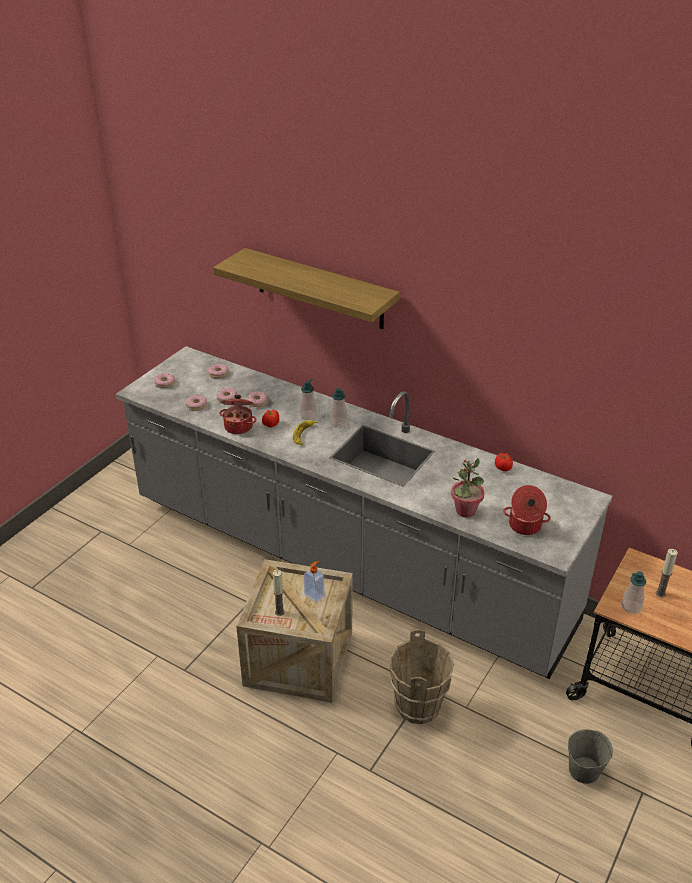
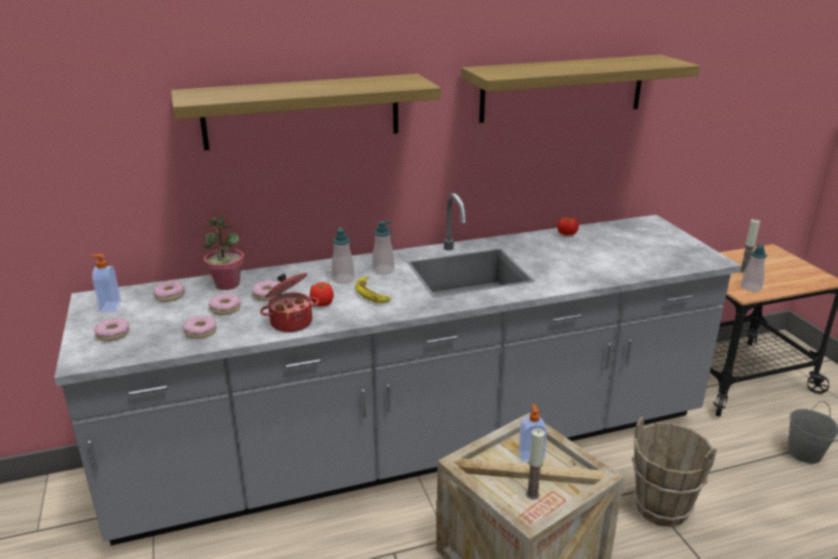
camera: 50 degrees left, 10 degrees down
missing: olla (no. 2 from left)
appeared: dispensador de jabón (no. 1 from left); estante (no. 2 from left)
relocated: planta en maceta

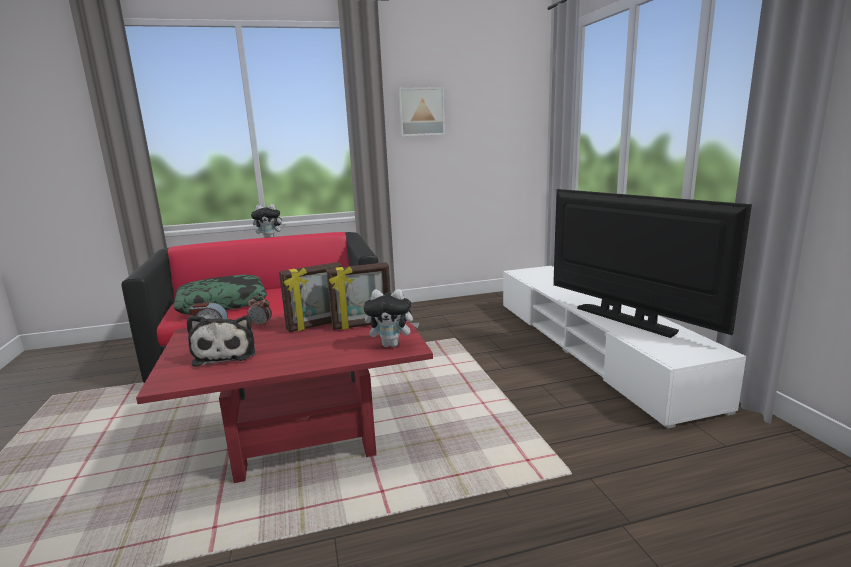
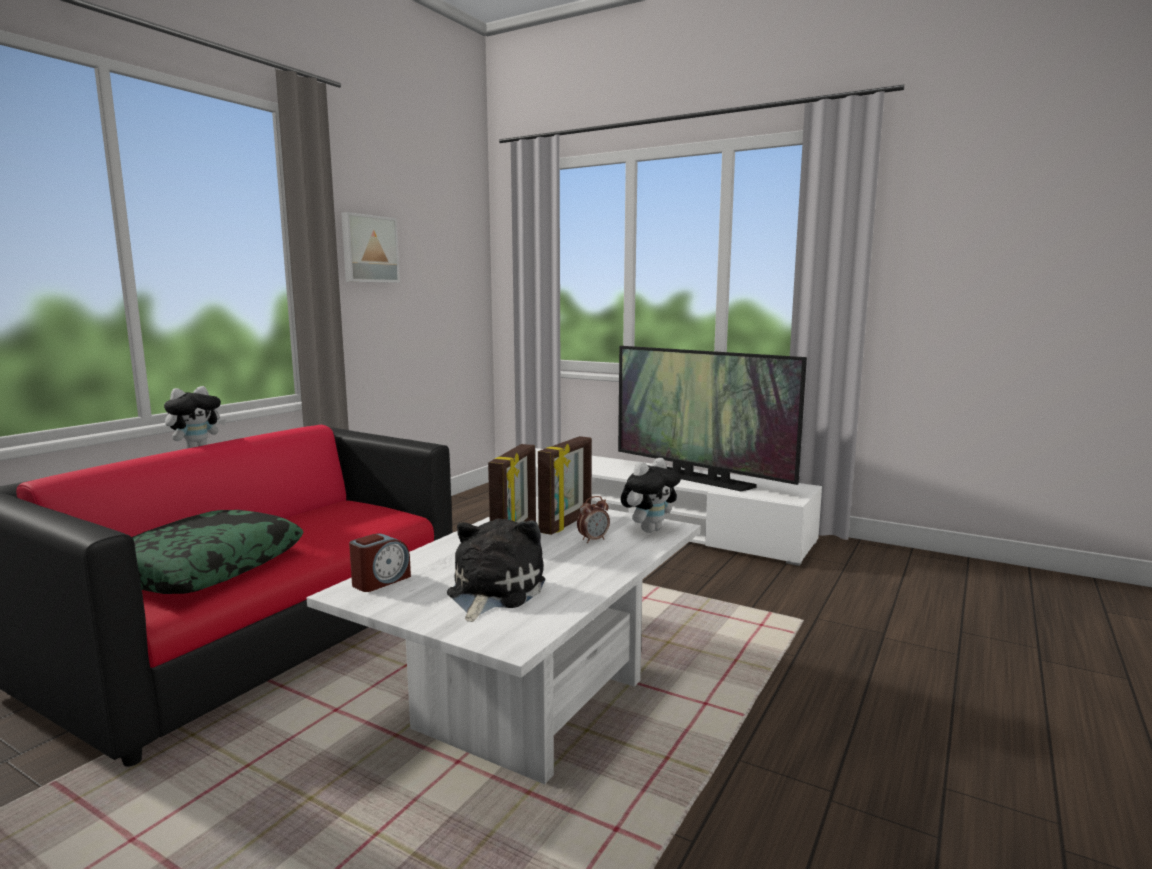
camera: 45 degrees left, 5 degrees down
relocated: despertador (no. 2 from left)
colour: mesa de centro [rojo] to mesa de centro [blanco]
spun: peluche (no. 1 from left in the first image) 105 degrees counterclockwise; televisor 150 degrees counterclockwise

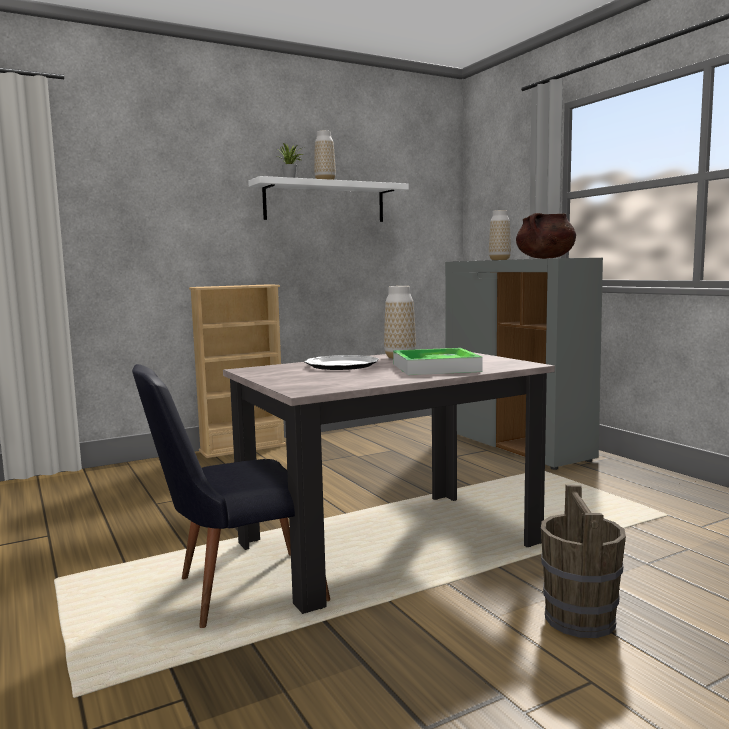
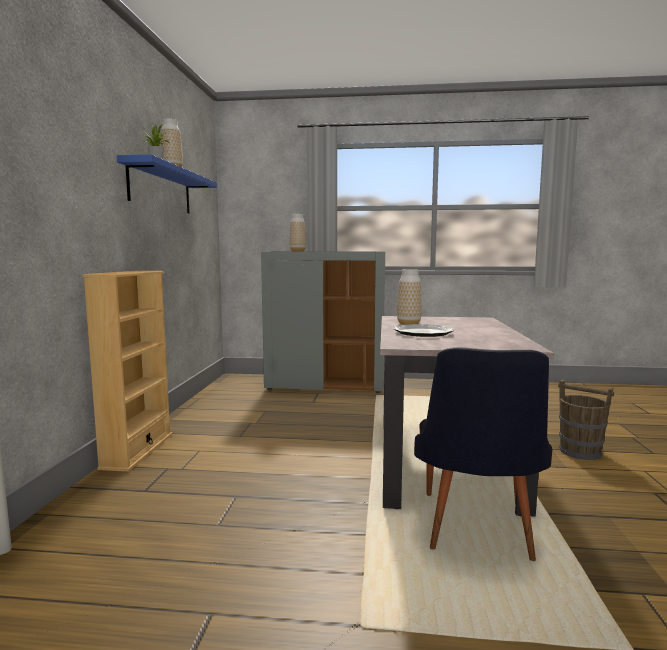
camera: 55 degrees left, 0 degrees up
missing: bandeja; olla [marrón]
colour: estante [blanco] to estante [azul]

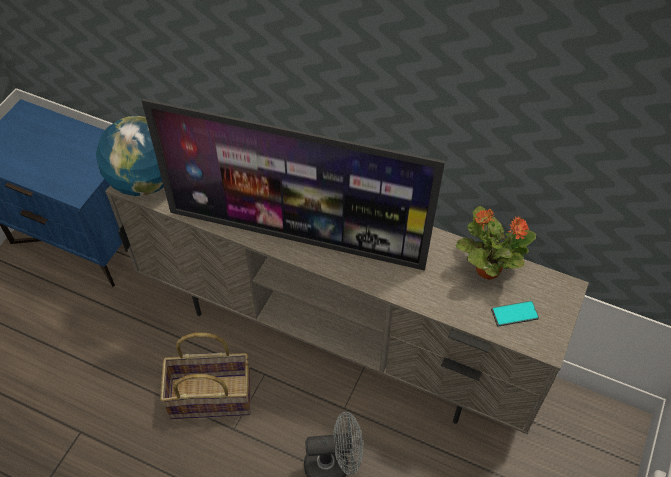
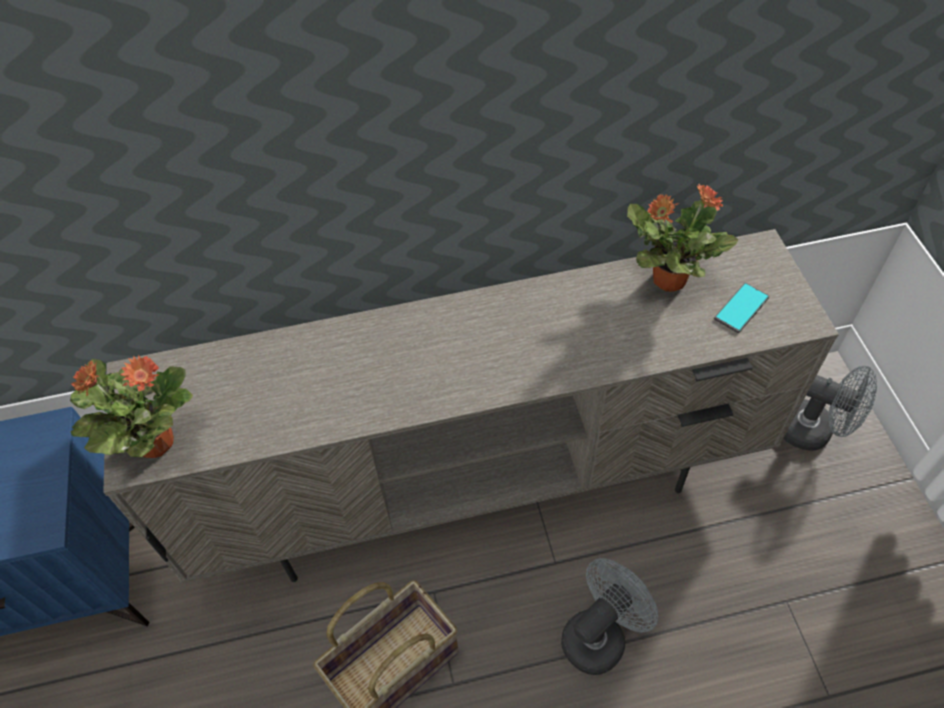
camera: 35 degrees left, 0 degrees up
missing: televisor
appeared: ventilador [gris] (no. 2 from left)
exchanged: globo terráqueo to planta en maceta (no. 1 from left)

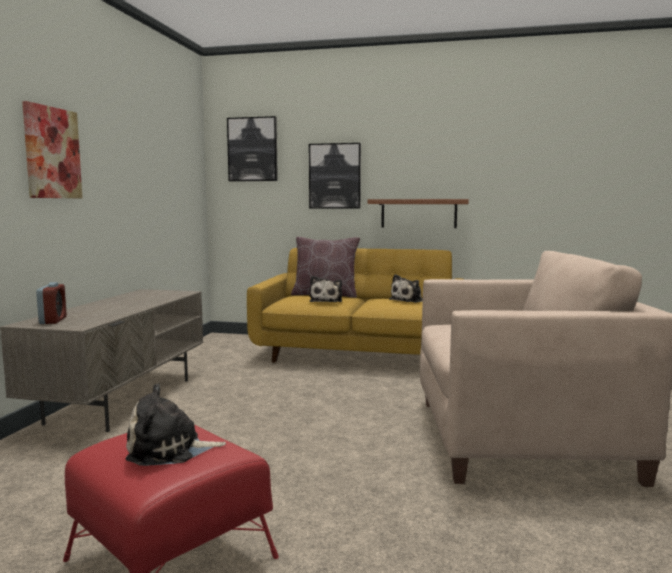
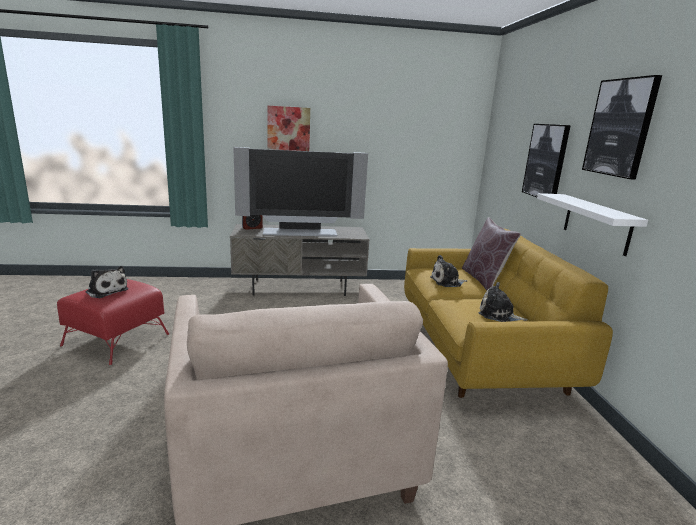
camera: 70 degrees right, 10 degrees up
appeared: televisor
relocated: cuadro (no. 2 from left in the first image) to cuadro (no. 3 from left)
colour: estante [marrón] to estante [blanco]
spun: peluche (no. 1 from left) 150 degrees clockwise

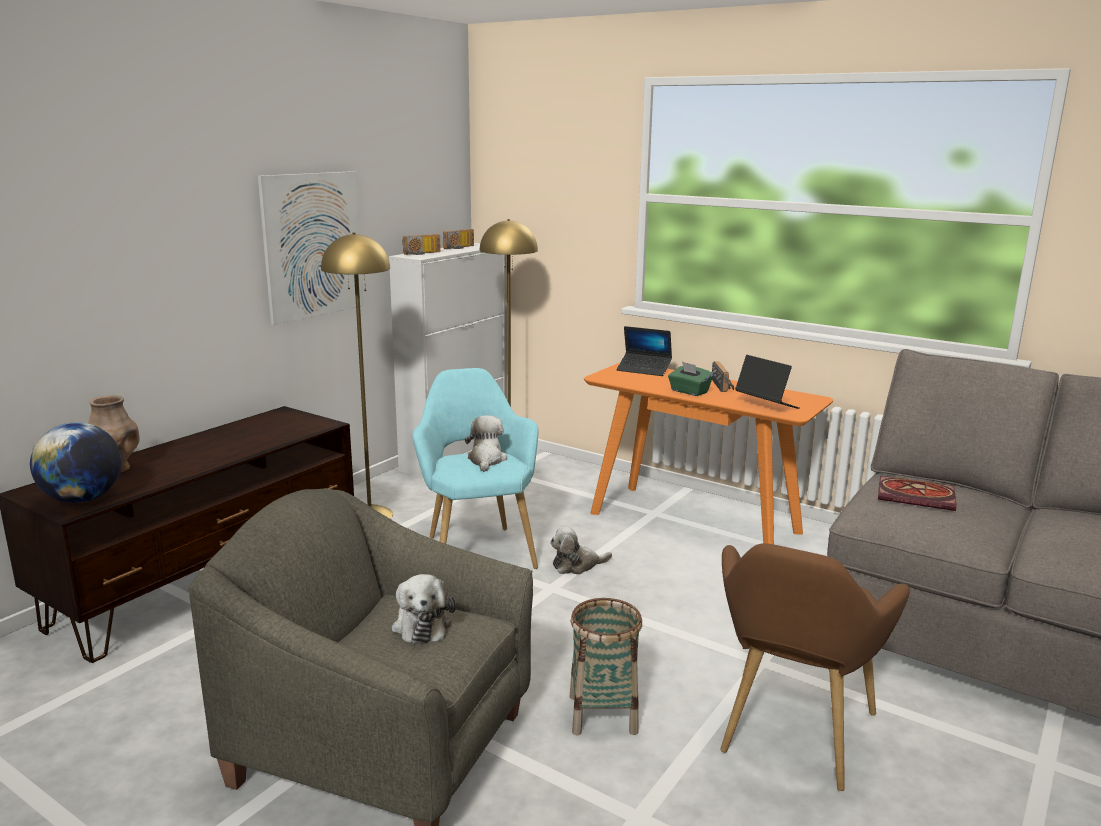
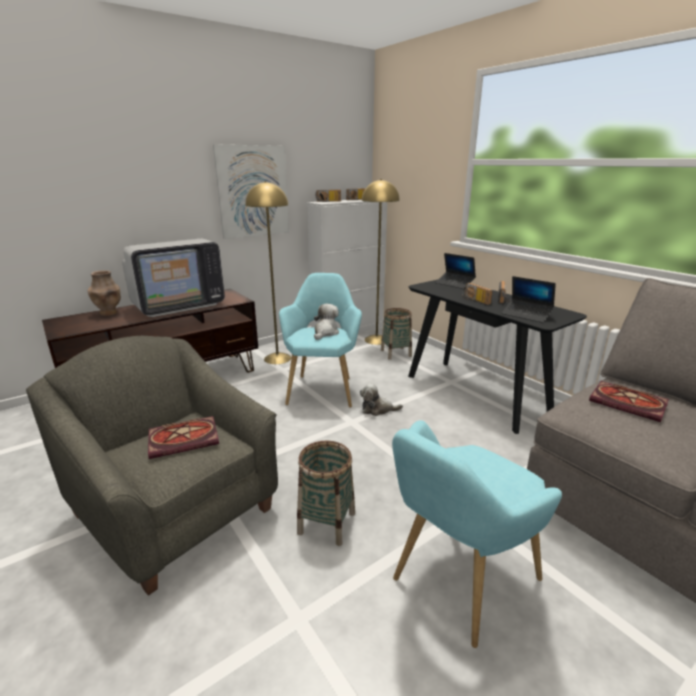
camera: 20 degrees right, 5 degrees up
missing: globo terráqueo
appeared: televisor; cesta (no. 2 from left)
exchanged: peluche (no. 1 from left) to libro (no. 1 from left); caja de pañuelos [verde] to radio (no. 3 from left)
colour: sillón [marrón] to sillón [turquesa] (no. 2 from left); mesa consola [naranja] to mesa consola [negro]
spun: portátil (no. 2 from left) 150 degrees clockwise

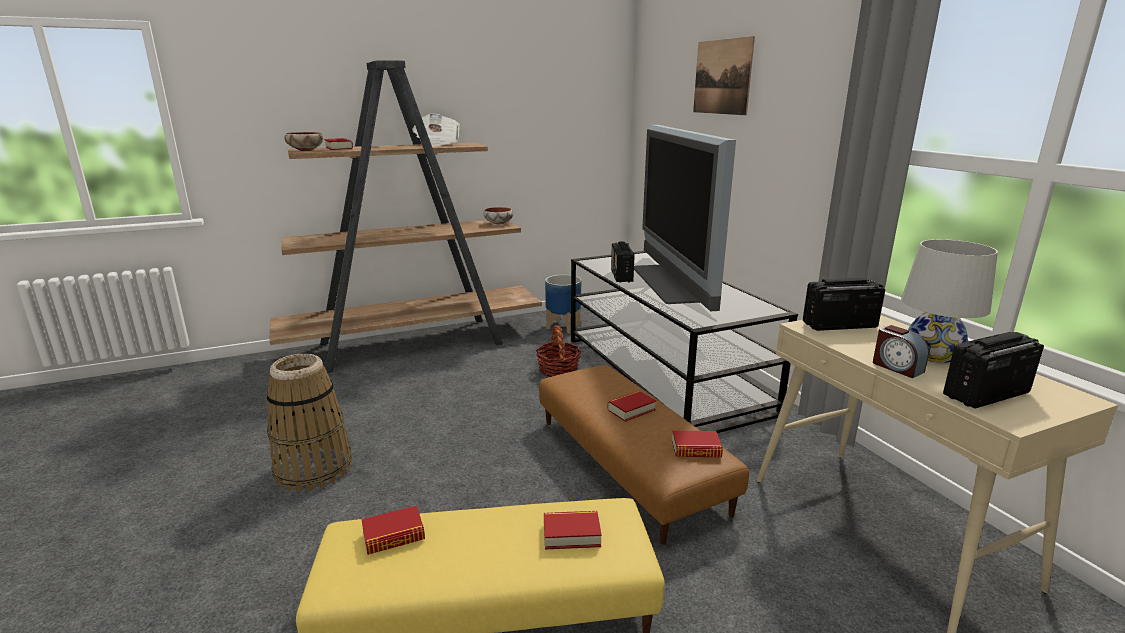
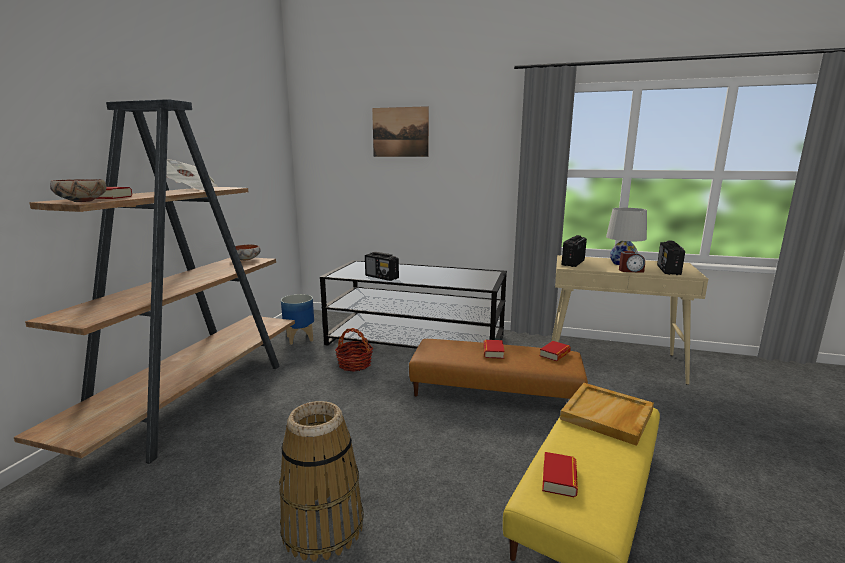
camera: 50 degrees left, 5 degrees down
missing: televisor
exchanged: libro (no. 3 from left) to bandeja [beis]

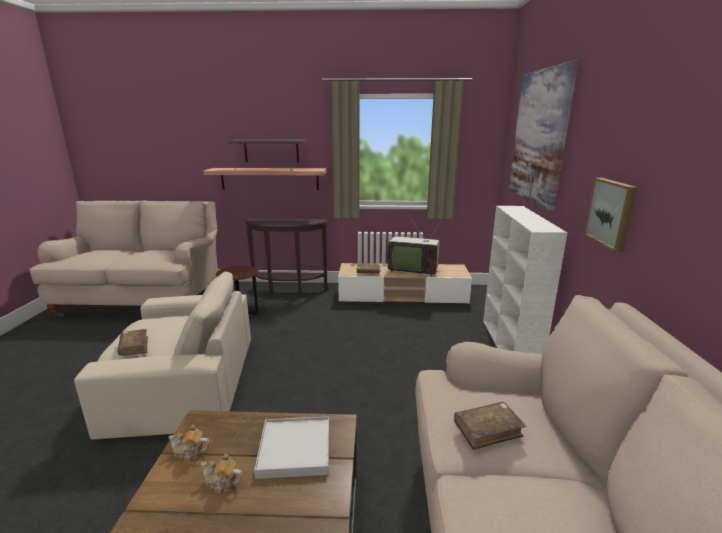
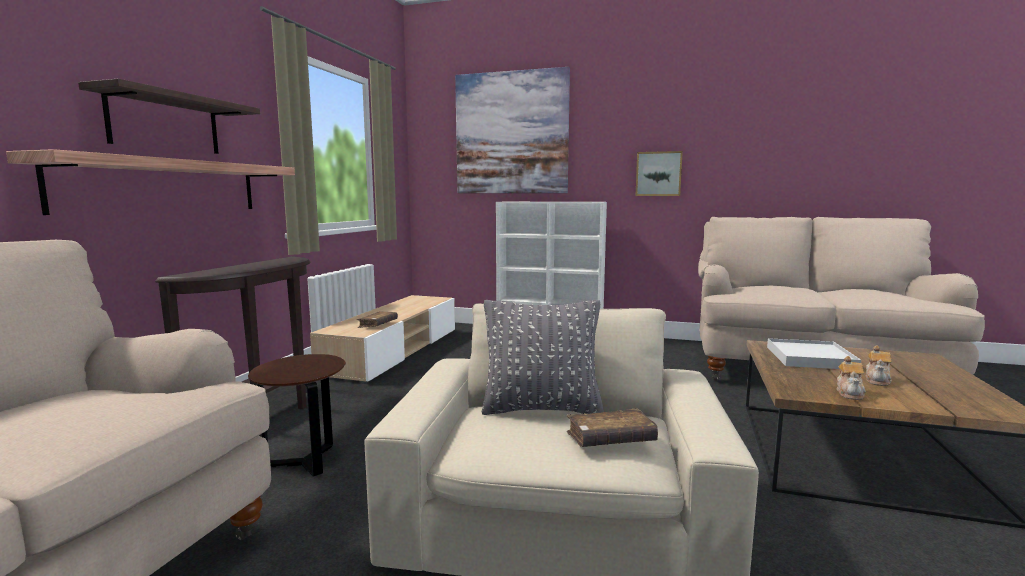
camera: 75 degrees left, 10 degrees down
missing: televisor; libro [marrón] (no. 3 from left)
appeared: cojín [gris]

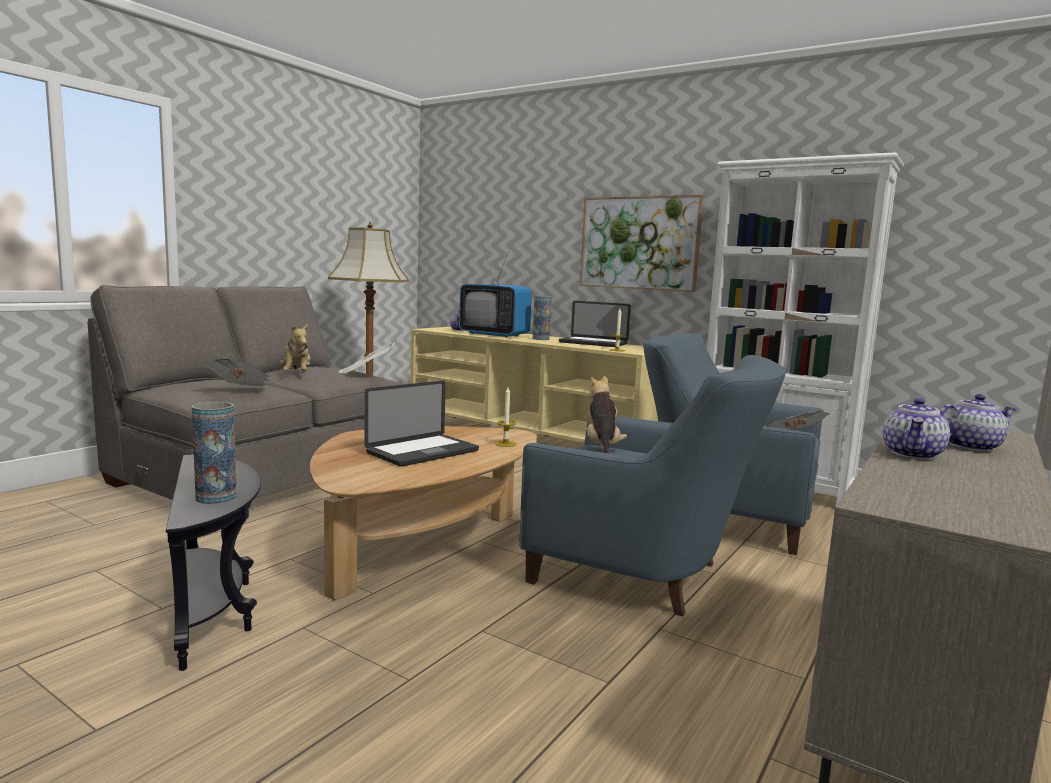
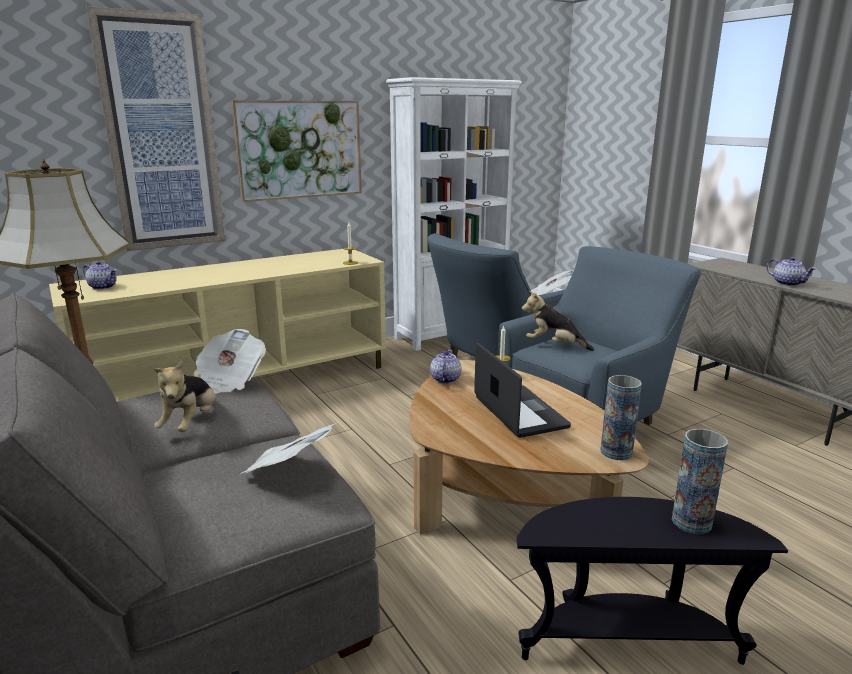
camera: 65 degrees left, 10 degrees up
missing: televisor; portátil (no. 2 from left)
appeared: cuadro (no. 1 from left)
relocated: tetera (no. 3 from left in the first image) to tetera (no. 2 from left); florero (no. 2 from left in the first image) to florero (no. 1 from left)
spun: peluche (no. 1 from left) 90 degrees clockwise

